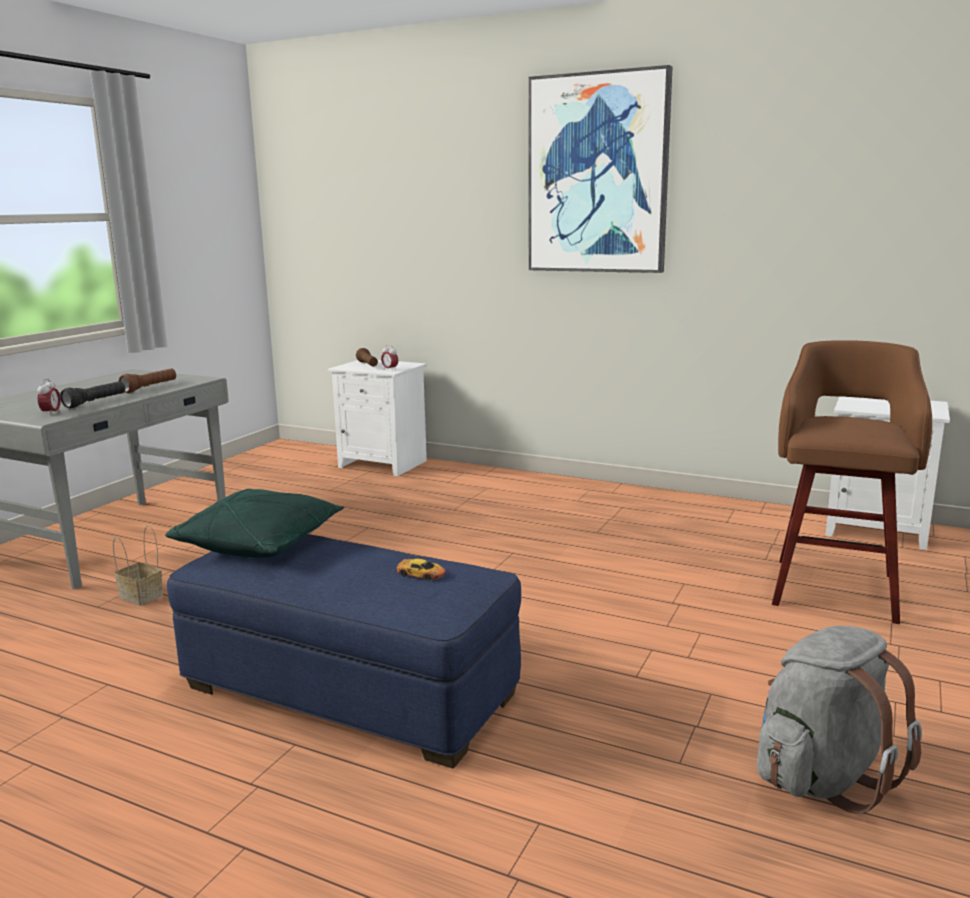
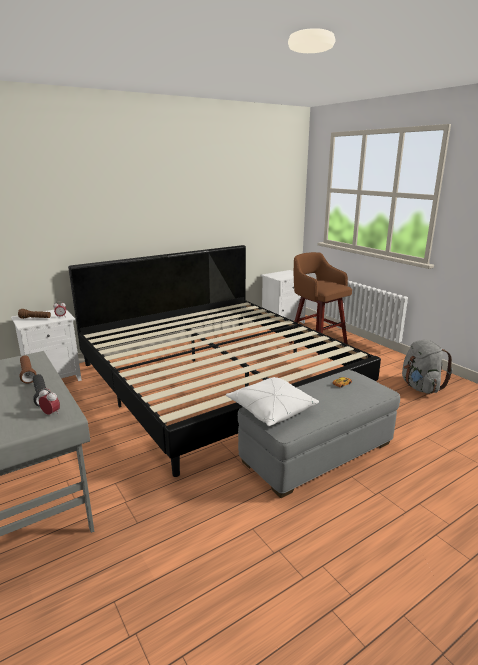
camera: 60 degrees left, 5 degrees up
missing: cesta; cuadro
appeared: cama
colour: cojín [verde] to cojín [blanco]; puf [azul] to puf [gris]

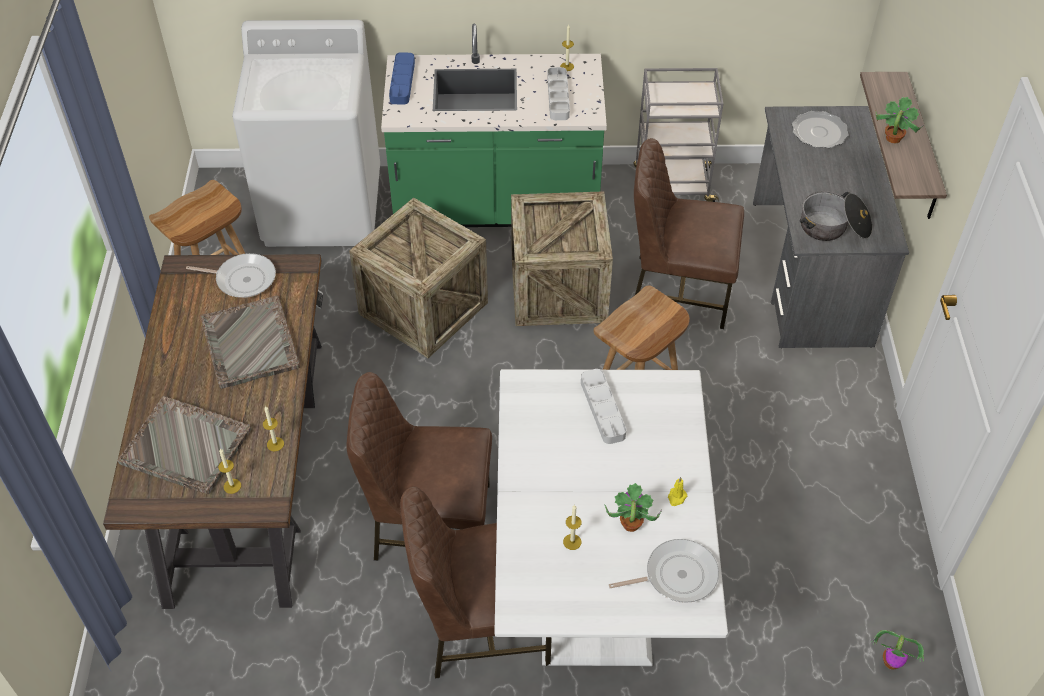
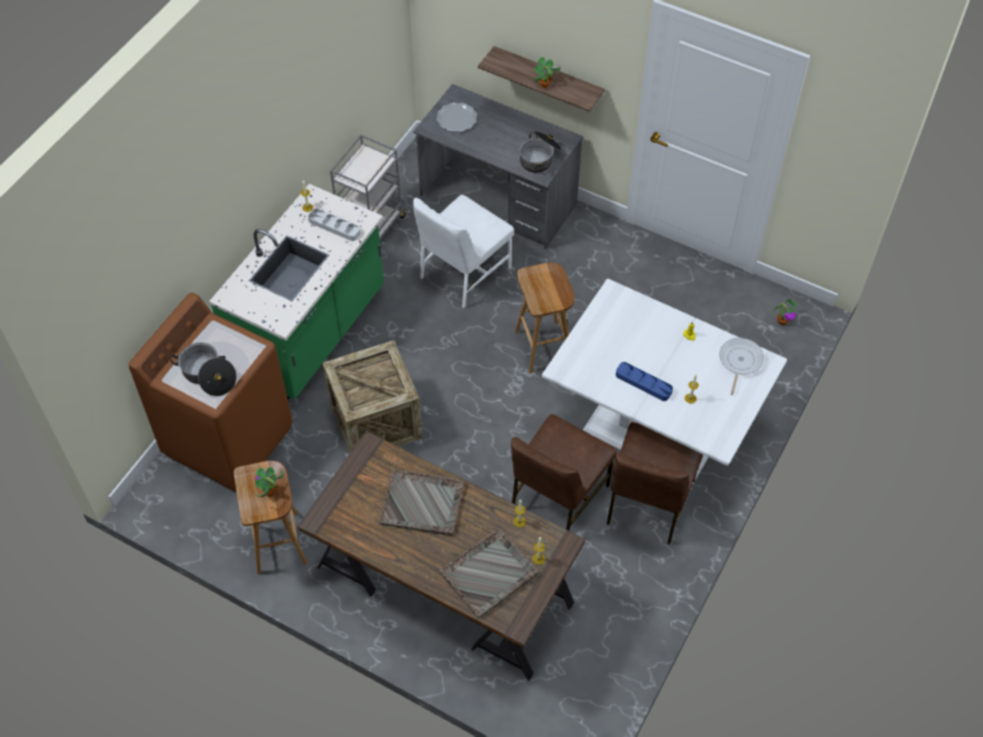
camera: 60 degrees left, 5 degrees up
missing: sartén (no. 1 from left); caja de embalaje (no. 2 from left); bandeja [gris] (no. 4 from left)
appeared: olla (no. 1 from left)
relocated: planta en maceta (no. 1 from left); bandeja [azul]
colour: lavadora [blanco] to lavadora [marrón]; silla [marrón] (no. 3 from left) to silla [blanco]

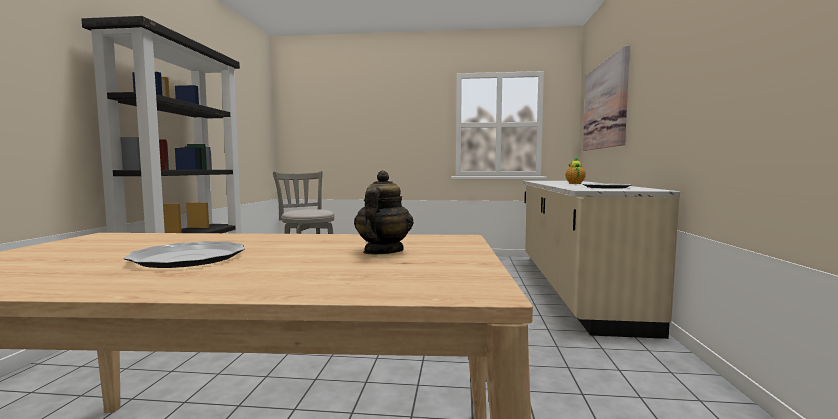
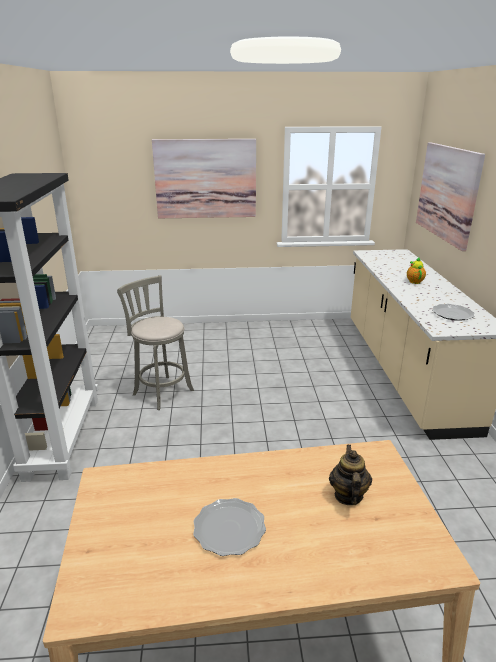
camera: 10 degrees left, 20 degrees up
appeared: cuadro (no. 1 from left)

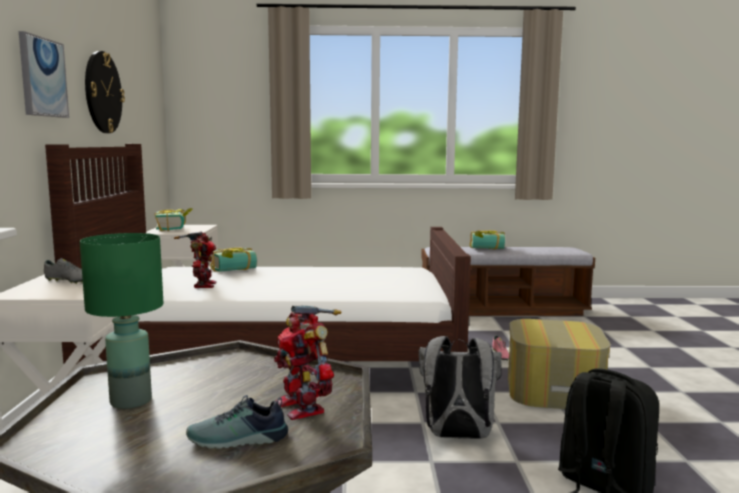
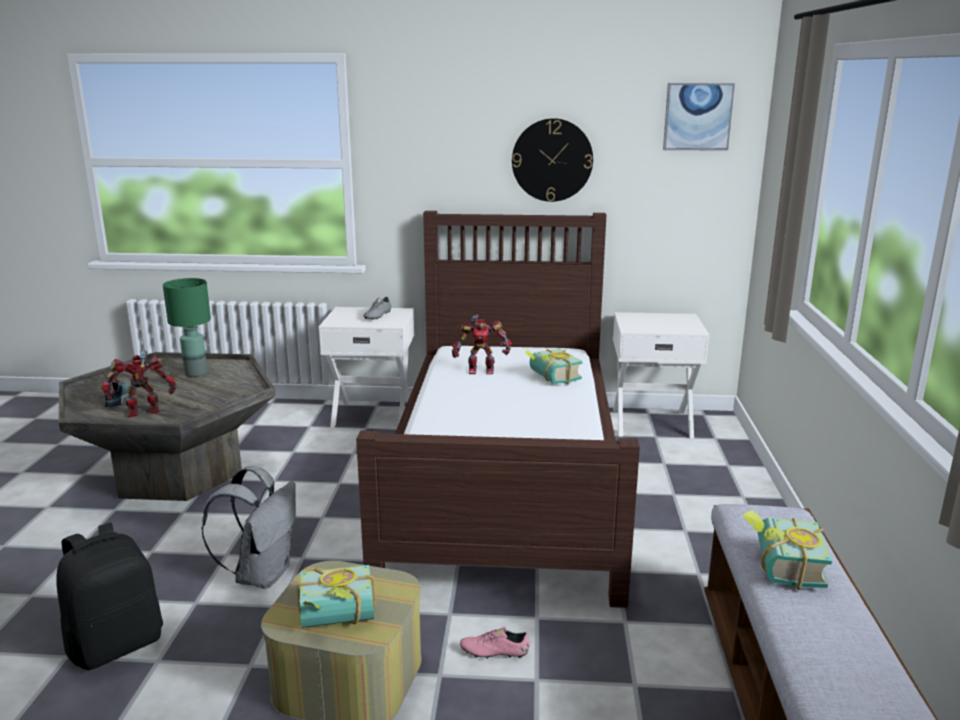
camera: 95 degrees right, 10 degrees up
relocated: libro (no. 1 from left); cuadro

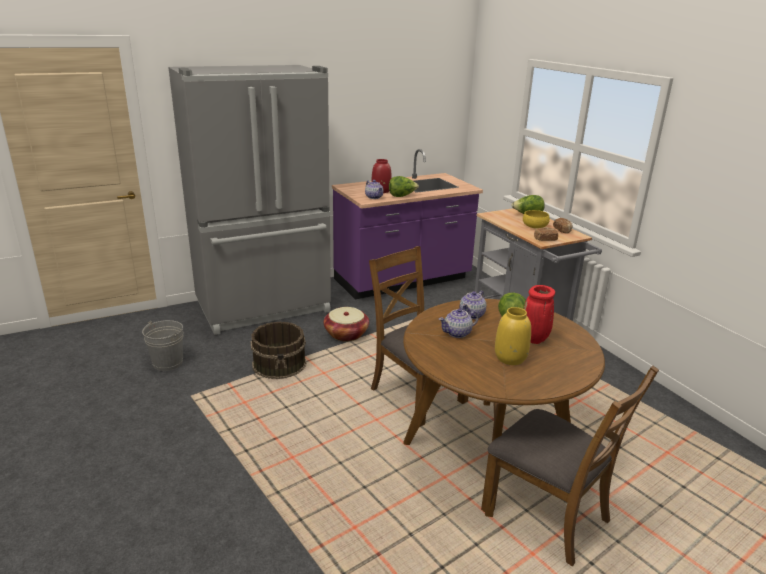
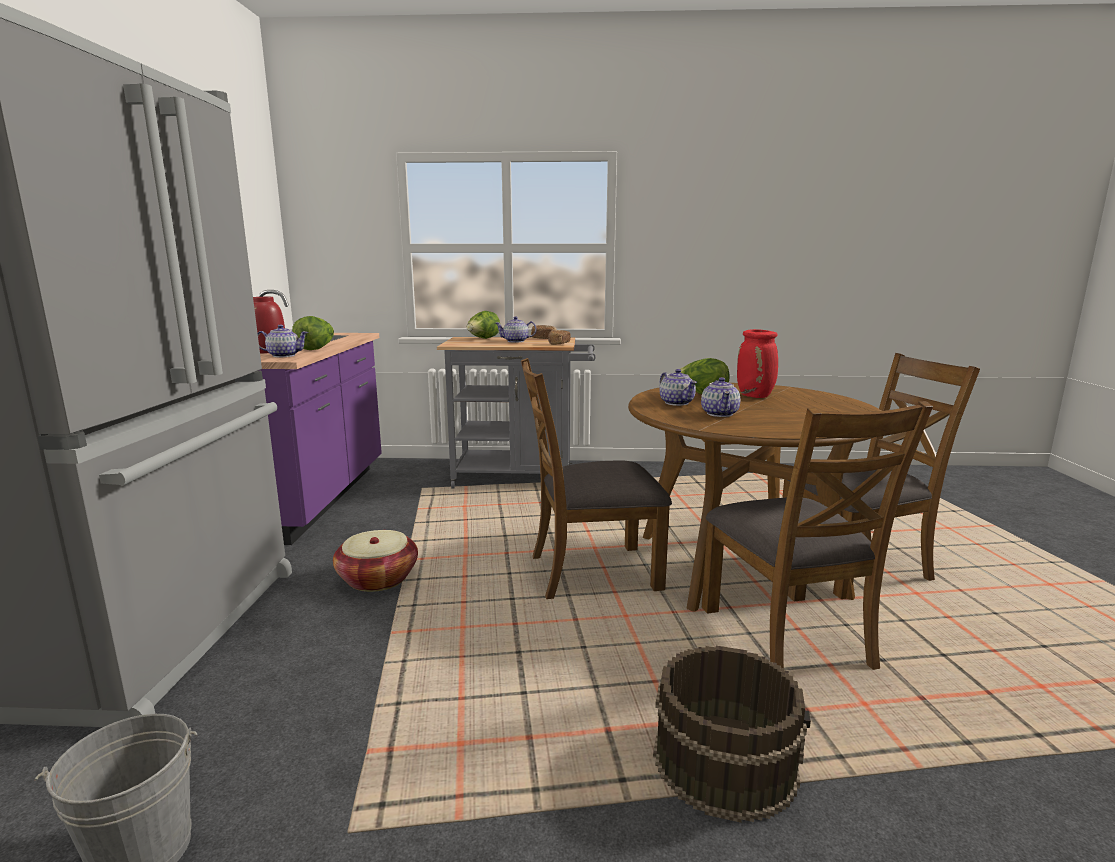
camera: 60 degrees left, 10 degrees down
missing: florero [amarillo]
appeared: silla [marrón] (no. 2 from left)
relocated: cubo [marrón]
exchanged: cuenco [amarillo] to tetera (no. 2 from left)

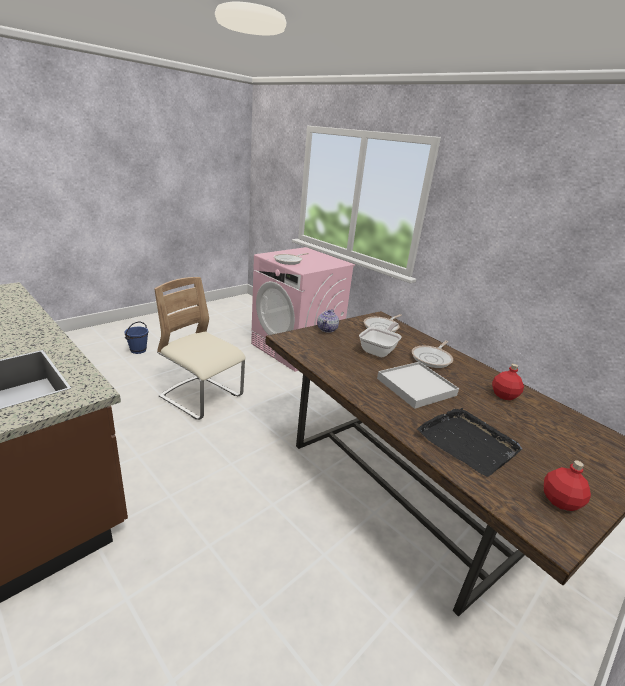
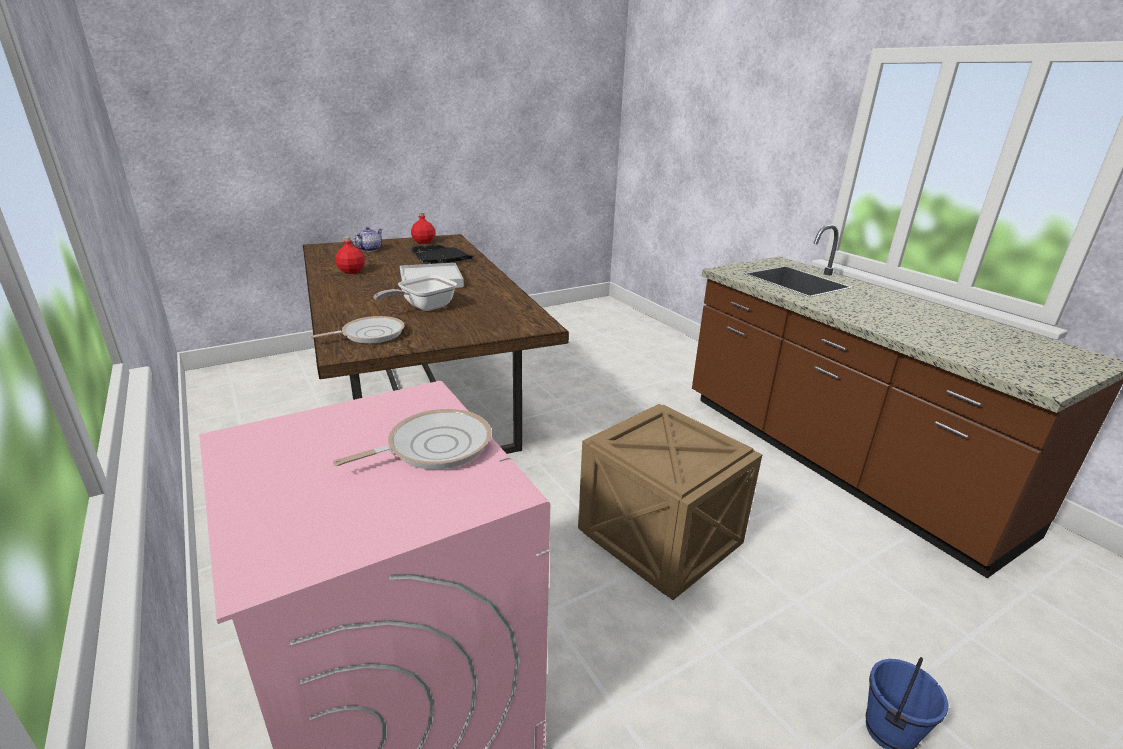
camera: 165 degrees left, 0 degrees up
missing: sartén (no. 4 from left)
relocated: tetera
exchanged: silla [beis] to caja de embalaje

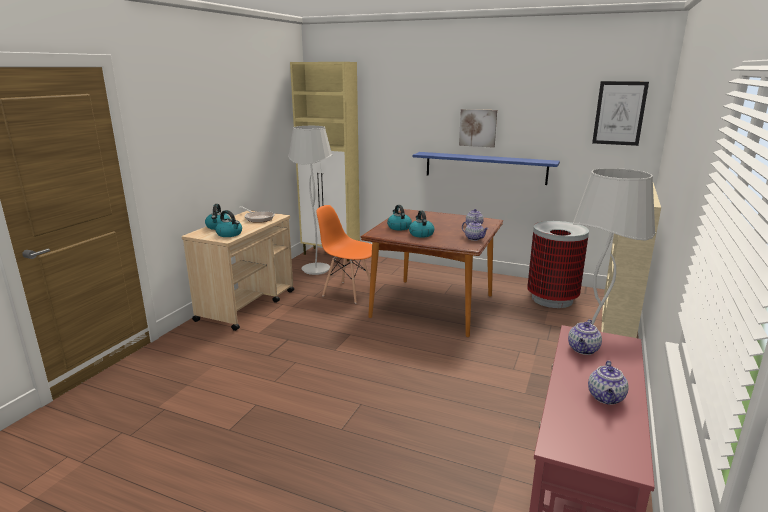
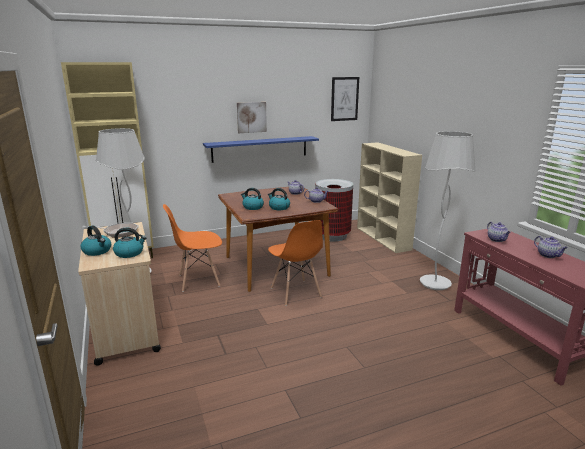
camera: 45 degrees left, 0 degrees up
appeared: silla [naranja] (no. 2 from left)

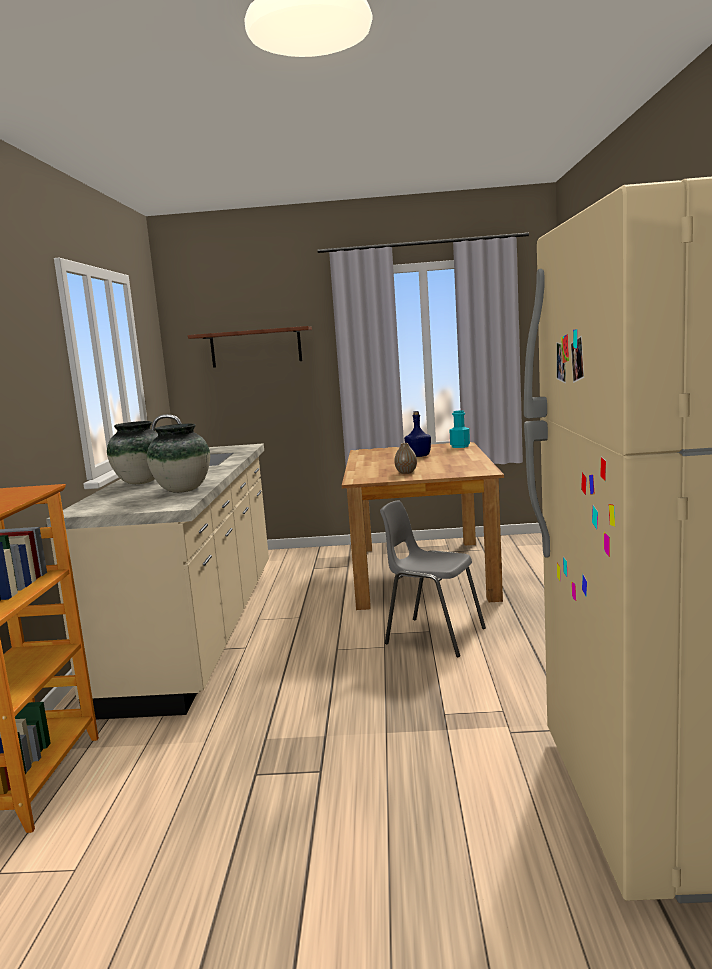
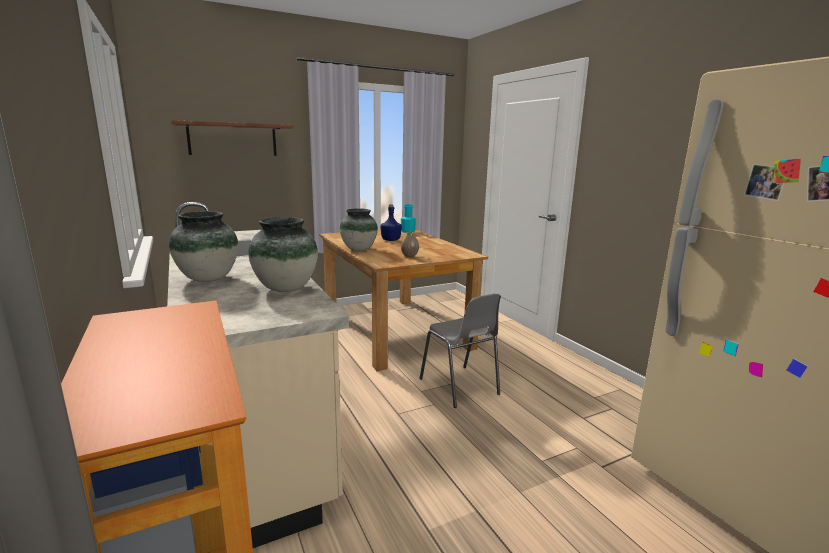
camera: 30 degrees left, 5 degrees up
appeared: florero (no. 3 from left)
spun: silla [gris] 120 degrees counterclockwise

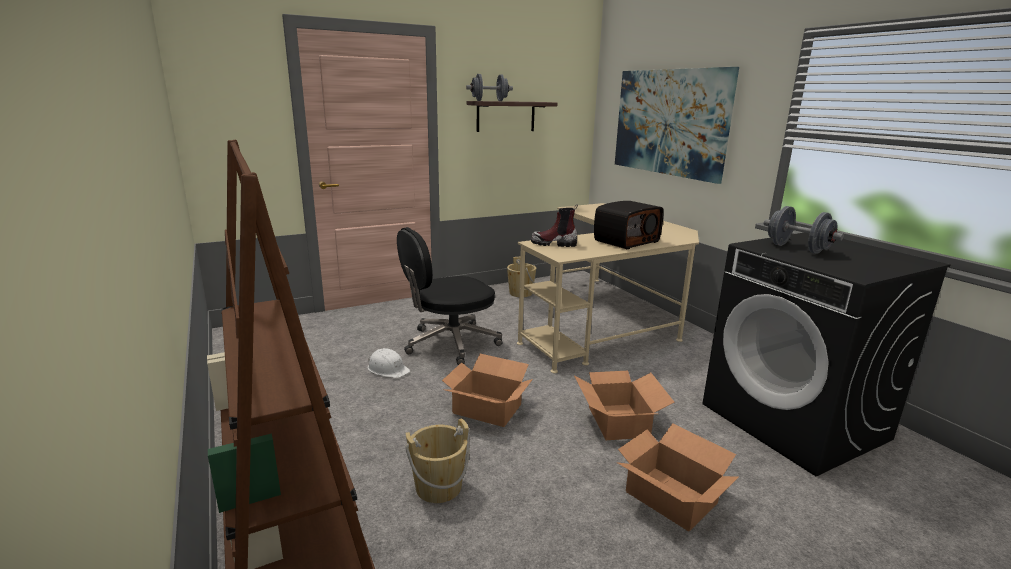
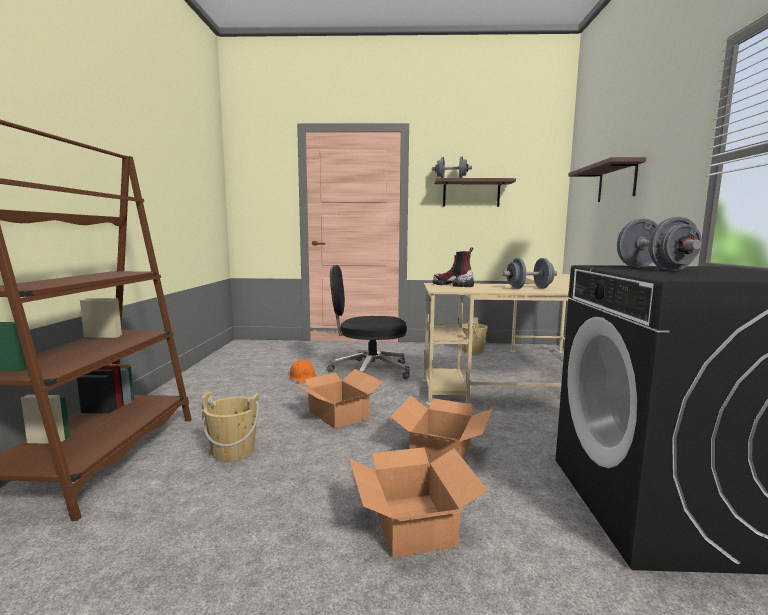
camera: 30 degrees right, 10 degrees down
exchanged: radio to mancuerna [gris] (no. 2 from left); cuadro to estante (no. 2 from left)
colour: casco [blanco] to casco [naranja]

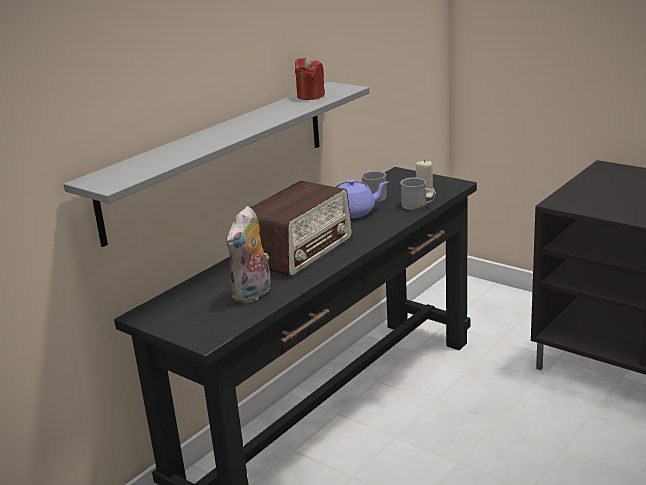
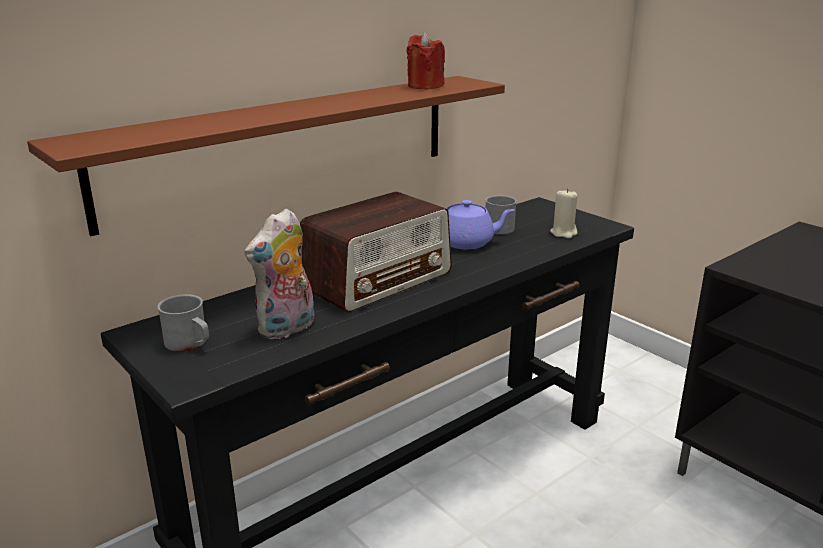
camera: 10 degrees right, 0 degrees up
relocated: taza grande [gris] (no. 2 from left in the first image) to taza grande [gris] (no. 1 from left)
colour: estante [gris] to estante [marrón]

